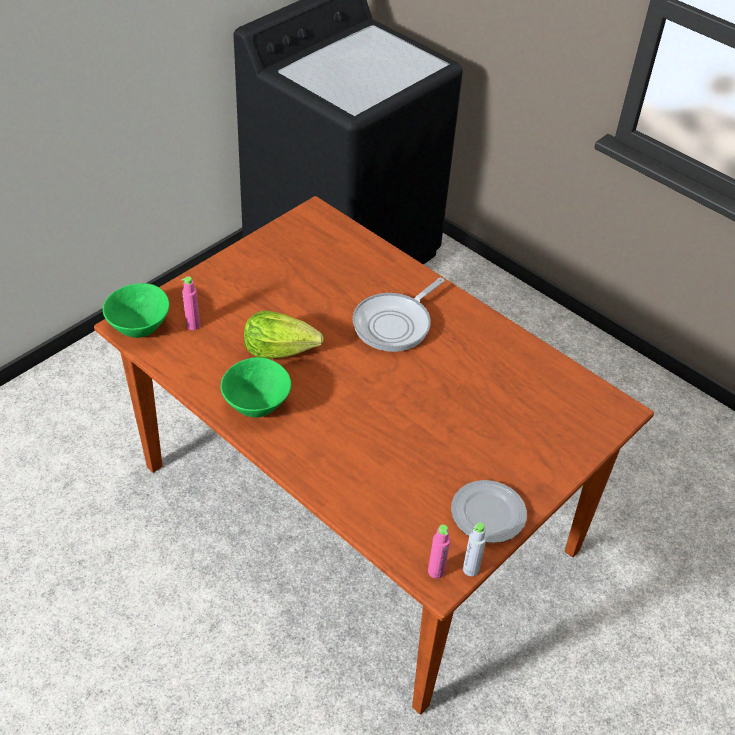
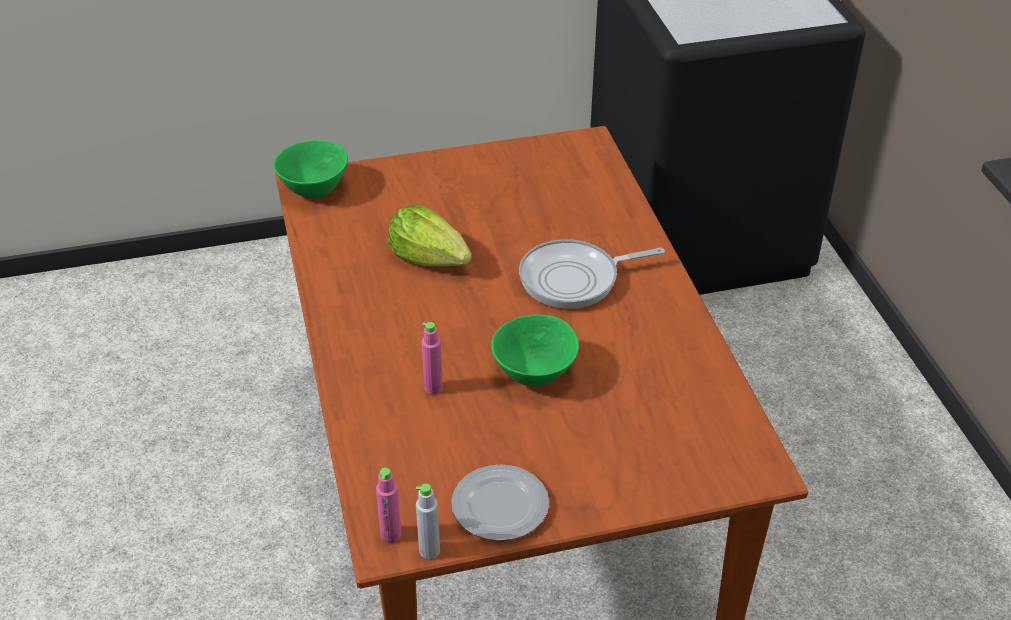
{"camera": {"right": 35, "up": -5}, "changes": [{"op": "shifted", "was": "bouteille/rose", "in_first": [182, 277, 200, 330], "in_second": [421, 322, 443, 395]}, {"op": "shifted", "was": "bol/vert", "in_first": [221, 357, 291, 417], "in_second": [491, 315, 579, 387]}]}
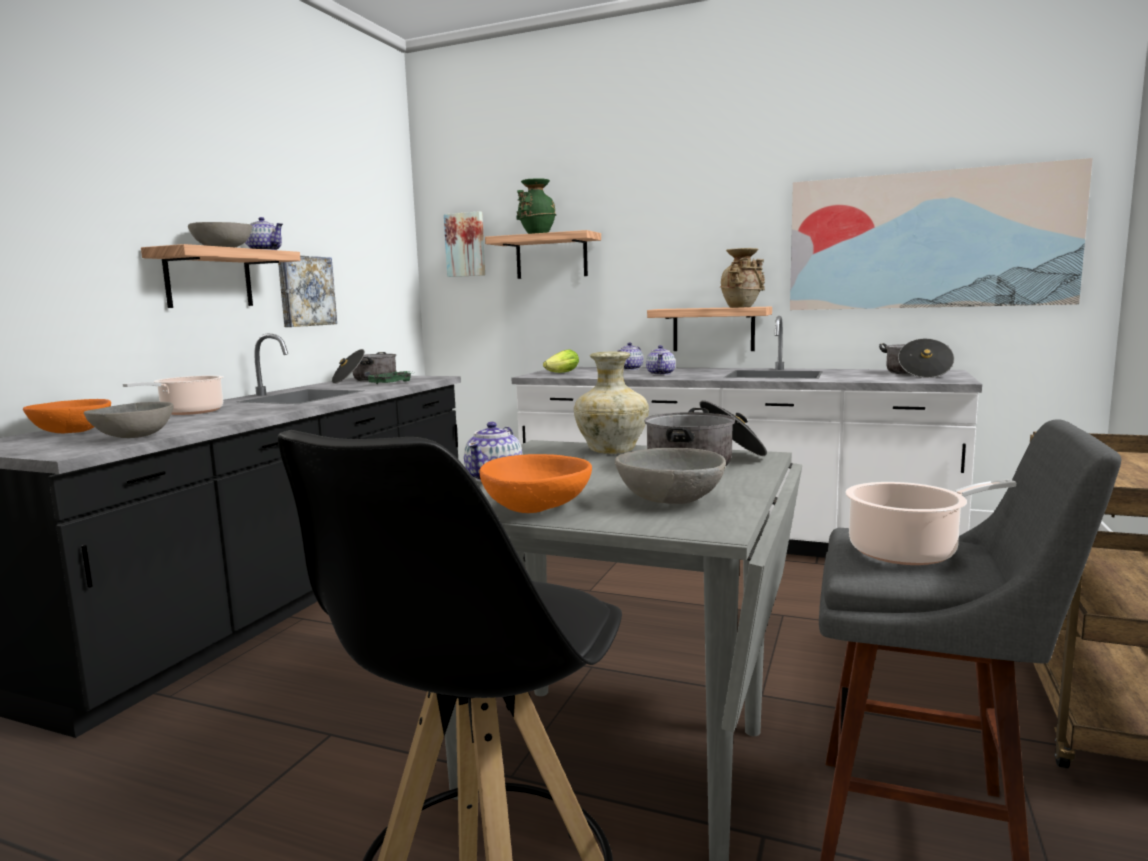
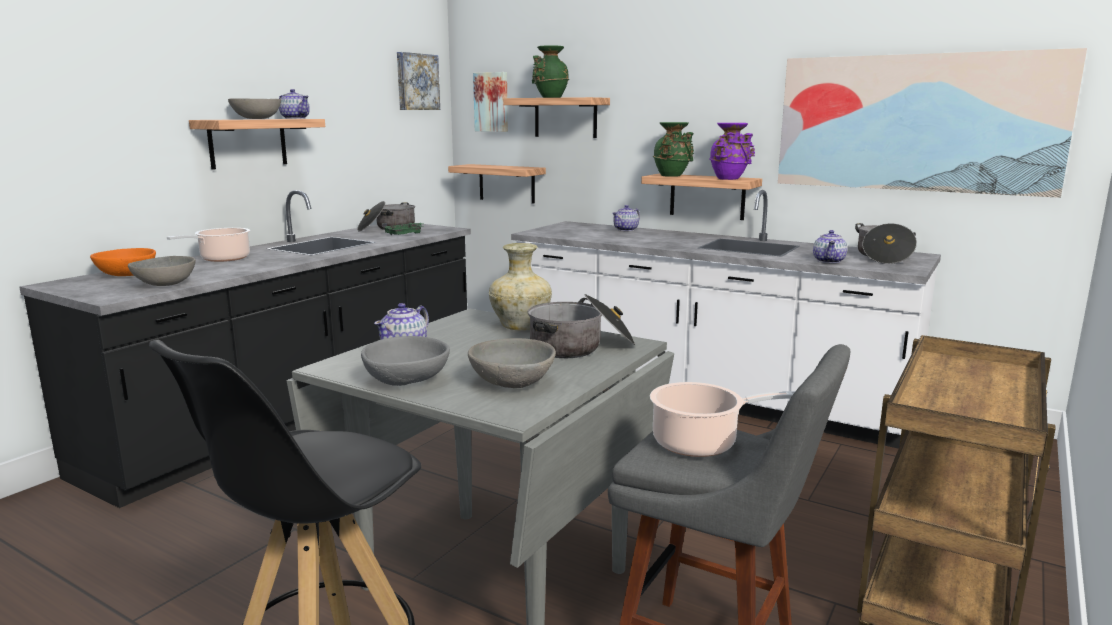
{"camera": {"right": 10, "up": 5}, "changes": [{"op": "repainted", "was": "bol/orange", "now": "bol/gris", "in_first": [480, 454, 592, 513], "in_second": [361, 336, 450, 386]}, {"op": "shifted", "was": "tableau", "in_first": [278, 256, 337, 327], "in_second": [397, 52, 440, 110]}, {"op": "new", "now": "étagère", "in_second": [448, 164, 546, 204]}, {"op": "new", "now": "vase/vert", "in_second": [653, 122, 694, 177]}, {"op": "repainted", "was": "vase/beige", "now": "vase/violet", "in_first": [720, 248, 765, 308], "in_second": [709, 123, 755, 180]}, {"op": "shifted", "was": "théière", "in_first": [646, 345, 676, 375], "in_second": [813, 230, 847, 263]}, {"op": "gone", "was": "laitue", "in_first": [543, 350, 579, 373]}]}
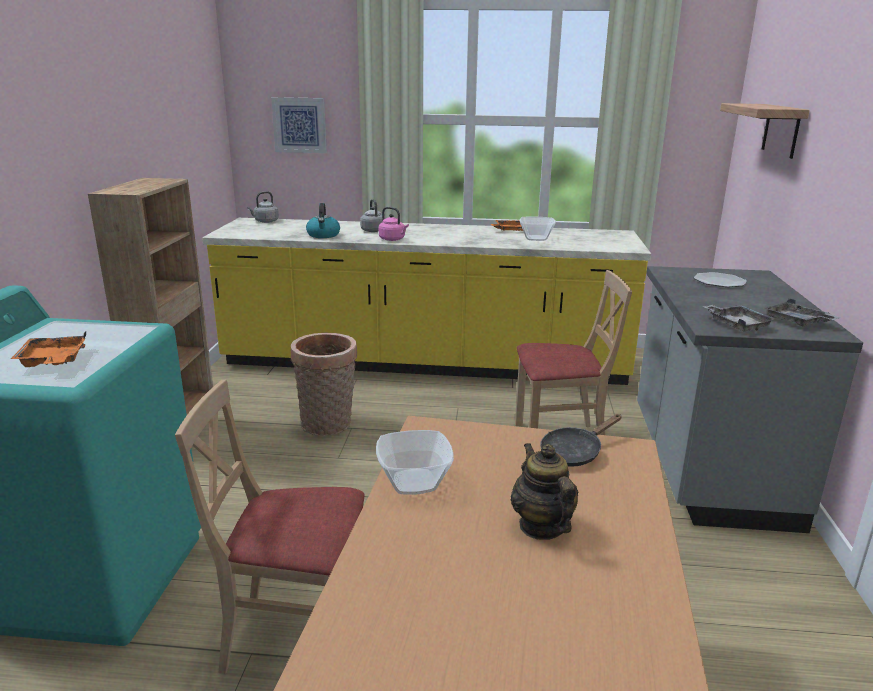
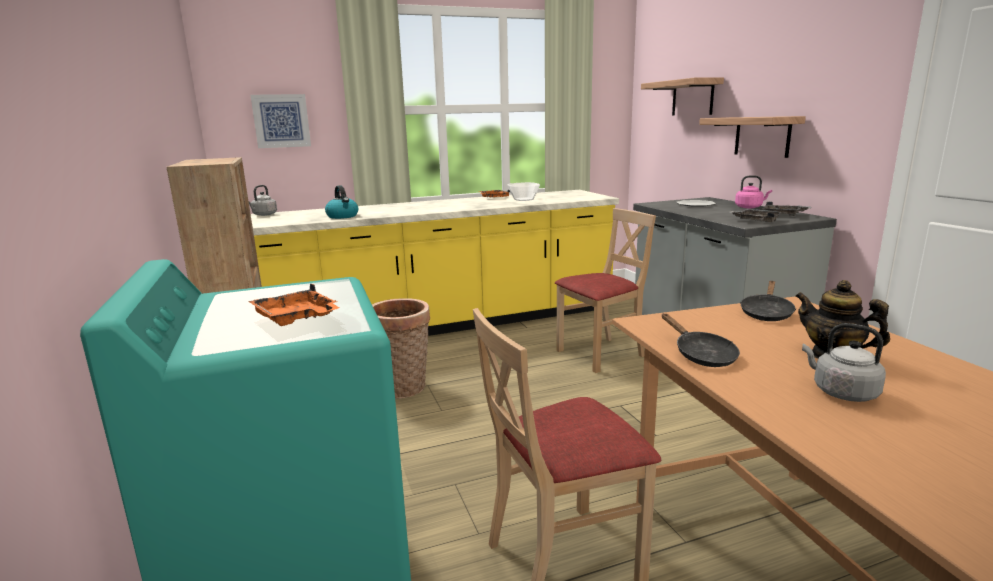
{"camera": {"right": -25, "up": -5}, "changes": [{"op": "swapped", "was": "bol", "now": "poêle/noir", "in_first": [376, 430, 454, 495], "in_second": [662, 314, 740, 367]}, {"op": "new", "now": "étagère", "in_second": [699, 116, 806, 158]}, {"op": "shifted", "was": "bouilloire/rose", "in_first": [379, 207, 409, 241], "in_second": [735, 175, 772, 208]}, {"op": "shifted", "was": "bouilloire/gris", "in_first": [360, 199, 383, 232], "in_second": [802, 323, 886, 402]}]}
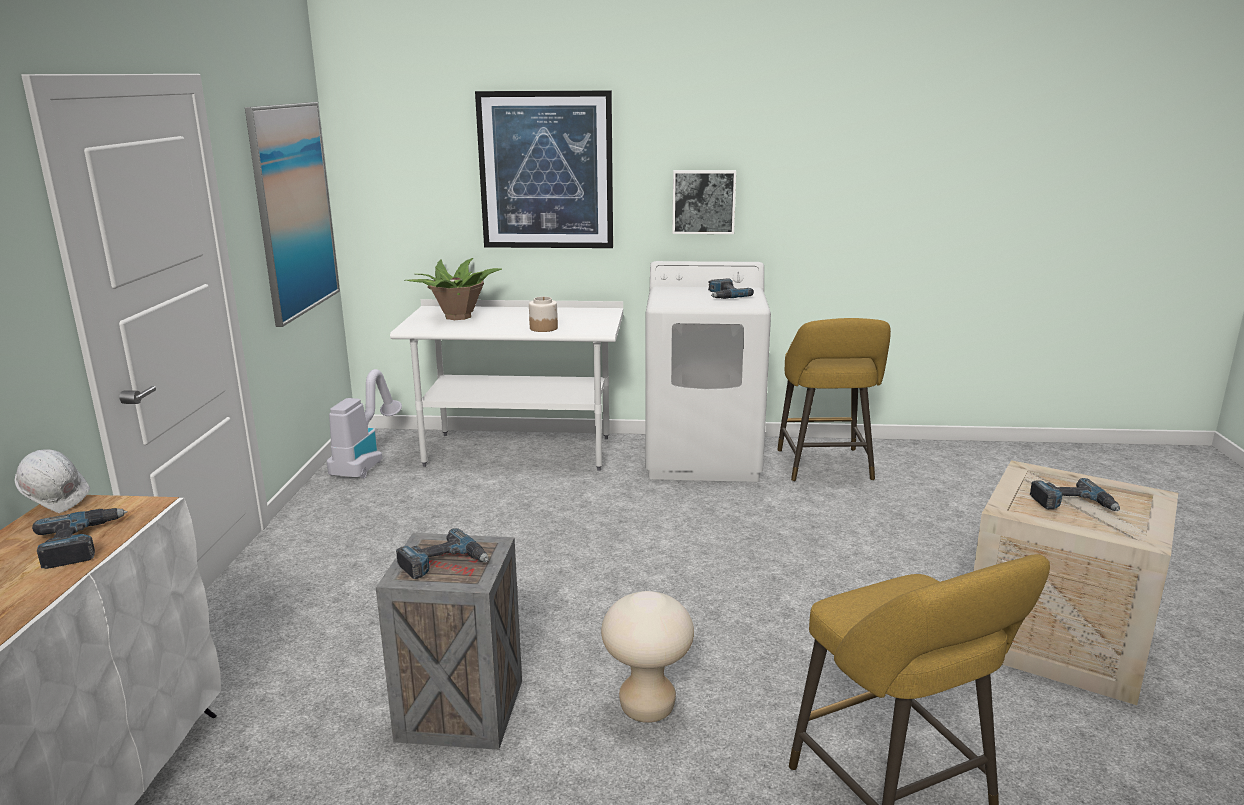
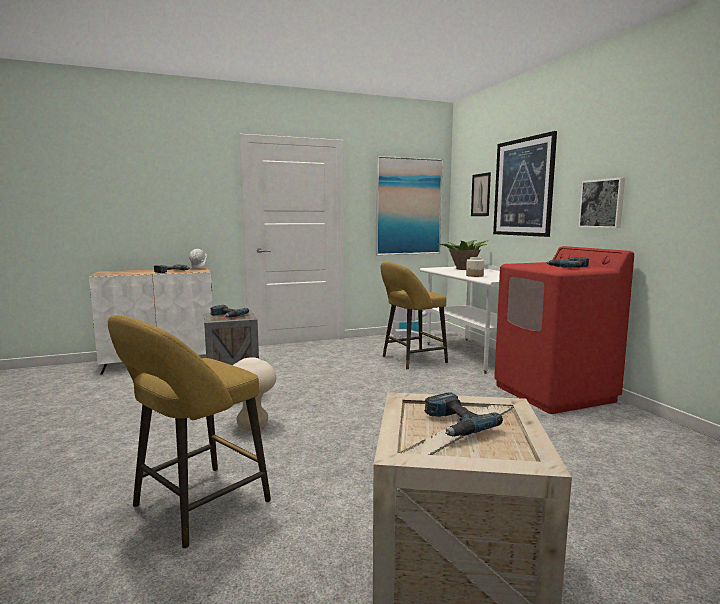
{"camera": {"right": 65, "up": -10}, "changes": [{"op": "shifted", "was": "tabouret/jaune", "in_first": [777, 318, 891, 482], "in_second": [380, 262, 448, 370]}, {"op": "new", "now": "tableau", "in_second": [471, 172, 491, 216]}, {"op": "repainted", "was": "lave-linge/blanc", "now": "lave-linge/rouge", "in_first": [645, 261, 771, 482], "in_second": [494, 246, 634, 414]}]}
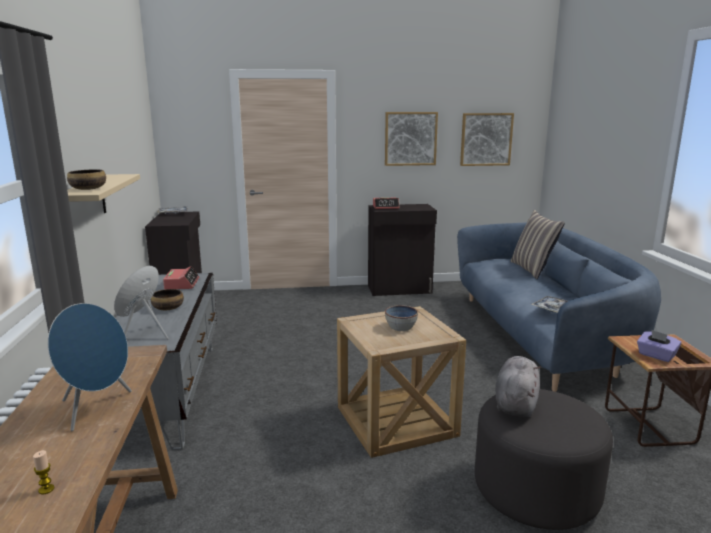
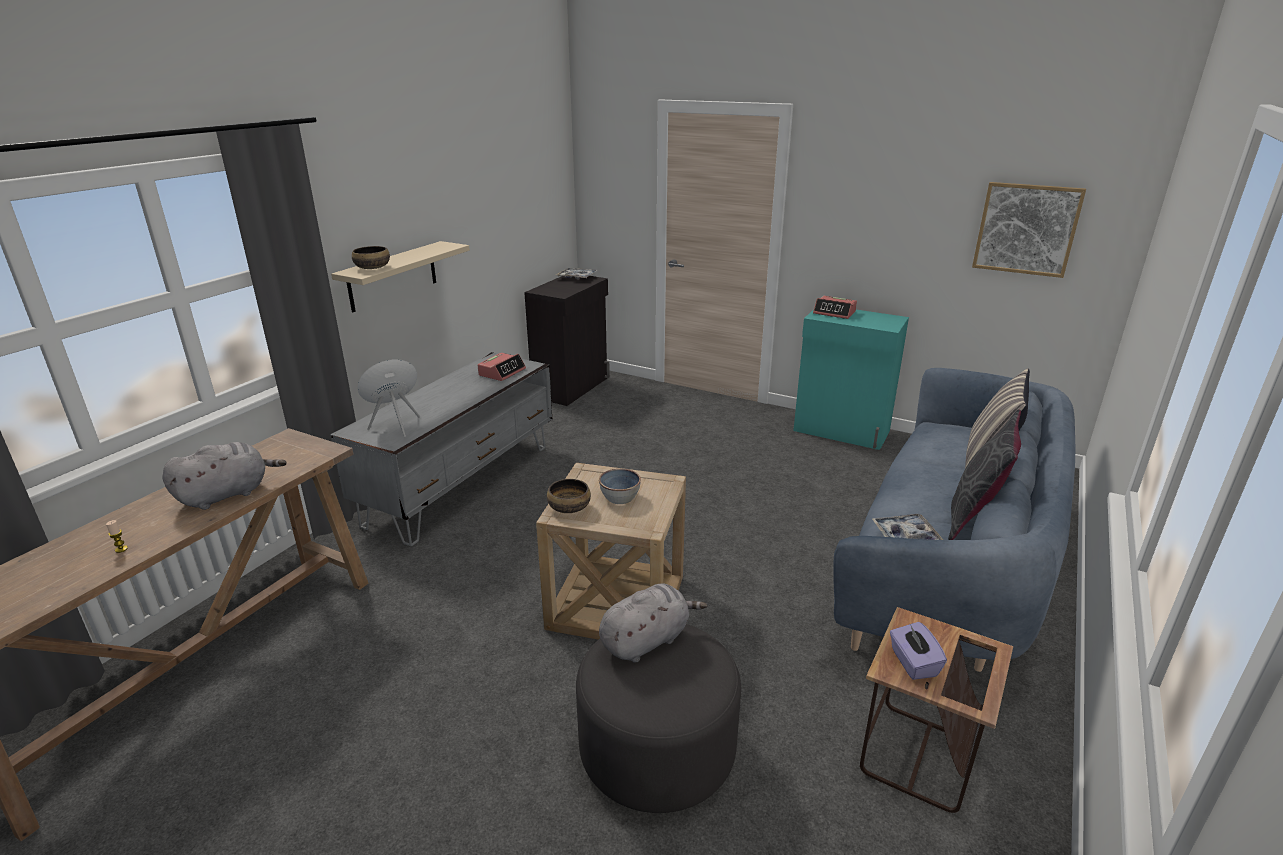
{"camera": {"right": 35, "up": 10}, "changes": [{"op": "swapped", "was": "enceinte/bleu", "now": "peluche/gris", "in_first": [48, 303, 132, 431], "in_second": [162, 442, 287, 510]}, {"op": "shifted", "was": "bol", "in_first": [151, 289, 184, 310], "in_second": [547, 479, 591, 513]}, {"op": "repainted", "was": "meuble de rangement/noir", "now": "meuble de rangement/turquoise", "in_first": [368, 204, 437, 296], "in_second": [793, 309, 909, 450]}, {"op": "new", "now": "coussin/gris", "in_second": [948, 409, 1021, 540]}, {"op": "gone", "was": "tableau", "in_first": [385, 112, 438, 166]}]}
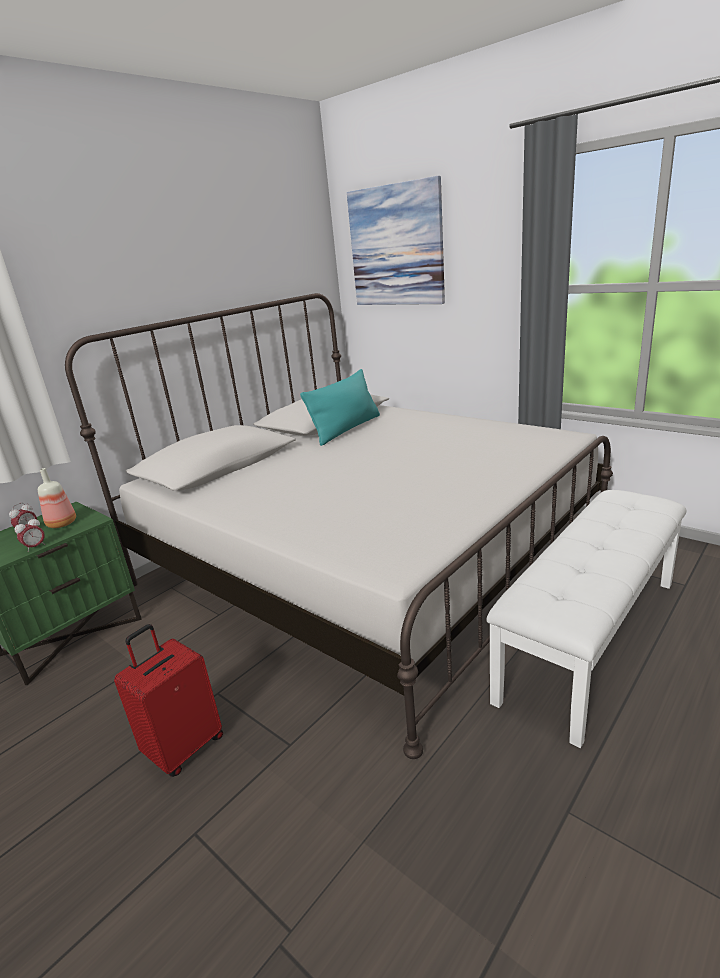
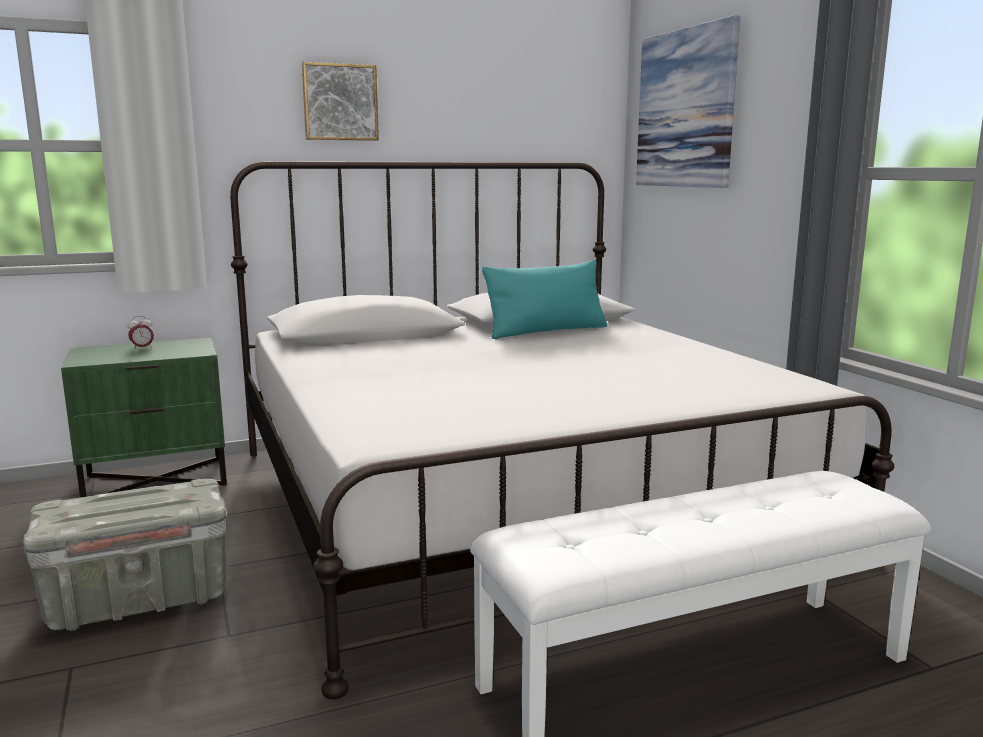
{"camera": {"right": 25, "up": -10}, "changes": [{"op": "swapped", "was": "valise/rouge", "now": "boîte de rangement/gris", "in_first": [114, 624, 223, 777], "in_second": [23, 479, 228, 631]}, {"op": "new", "now": "tableau", "in_second": [302, 62, 379, 141]}, {"op": "gone", "was": "réveil", "in_first": [14, 517, 45, 552]}, {"op": "gone", "was": "bouteille", "in_first": [38, 468, 76, 528]}]}
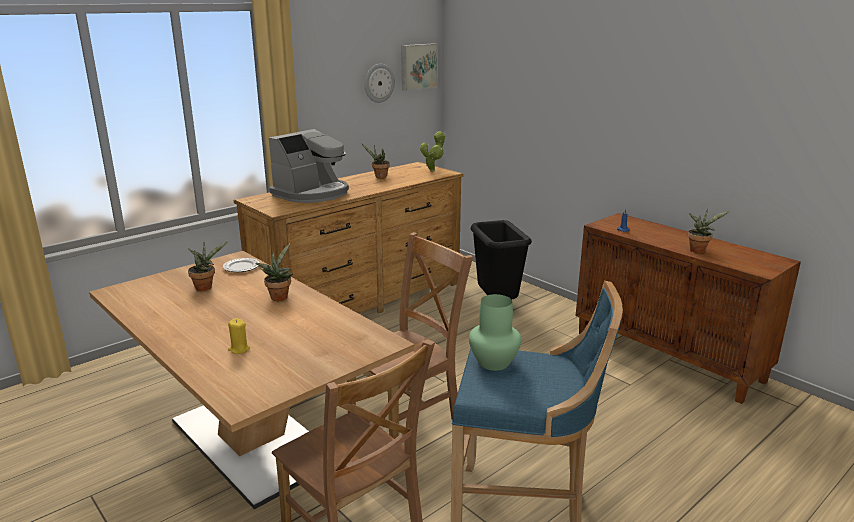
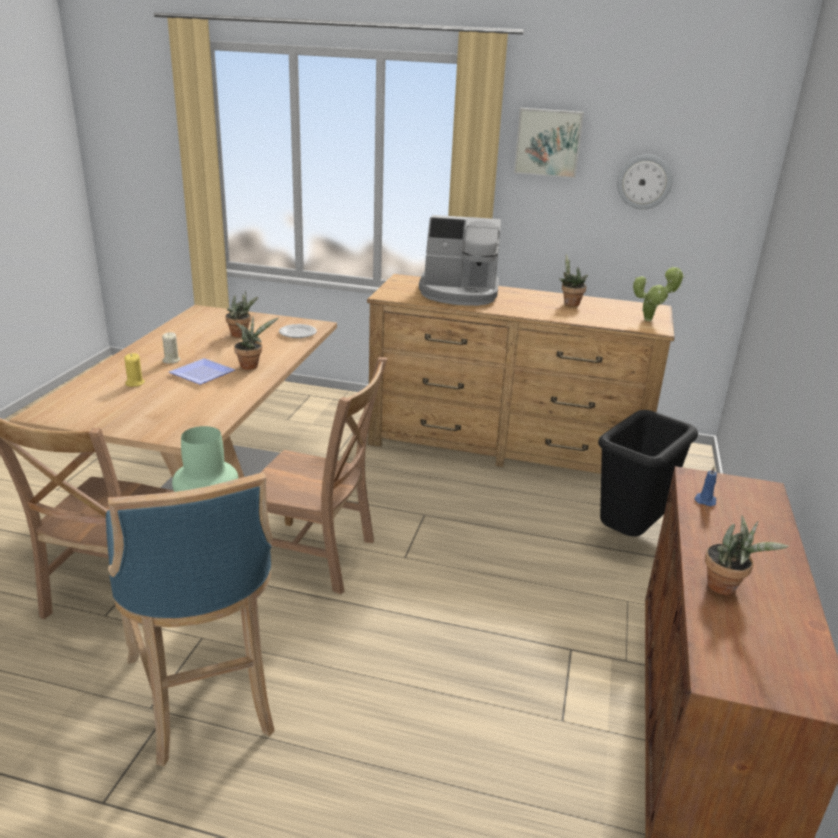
{"camera": {"right": 55, "up": 5}, "changes": [{"op": "new", "now": "bougie/beige", "in_second": [162, 332, 180, 364]}, {"op": "new", "now": "assiette", "in_second": [169, 358, 235, 385]}, {"op": "shifted", "was": "tableau", "in_first": [401, 43, 438, 91], "in_second": [514, 108, 584, 178]}]}
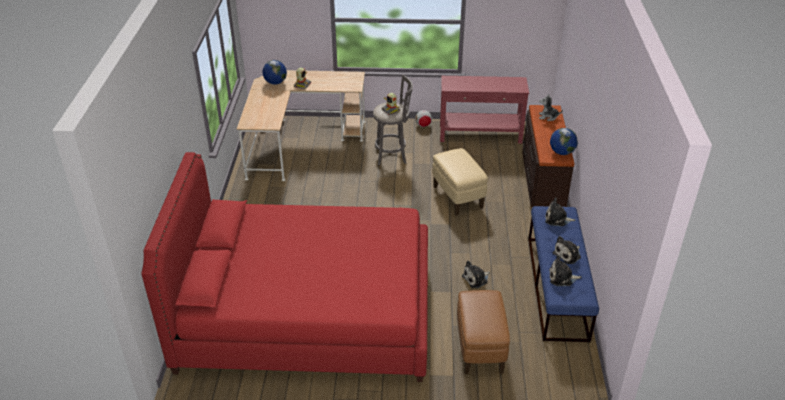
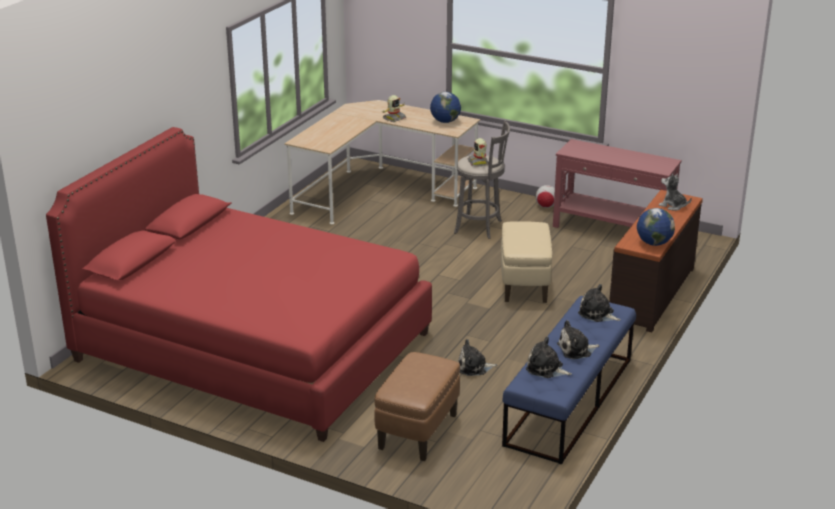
{"camera": {"right": 25, "up": -10}, "changes": [{"op": "shifted", "was": "globe", "in_first": [262, 60, 287, 85], "in_second": [430, 92, 461, 123]}]}
